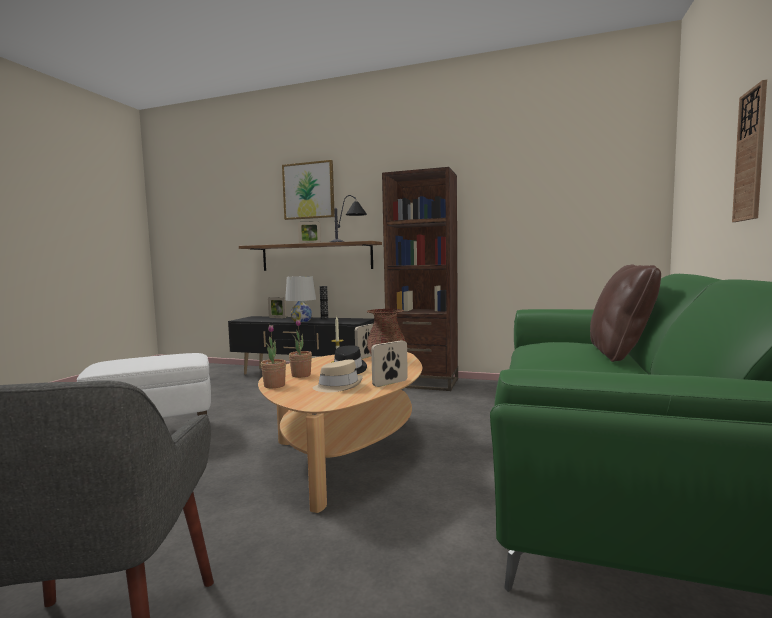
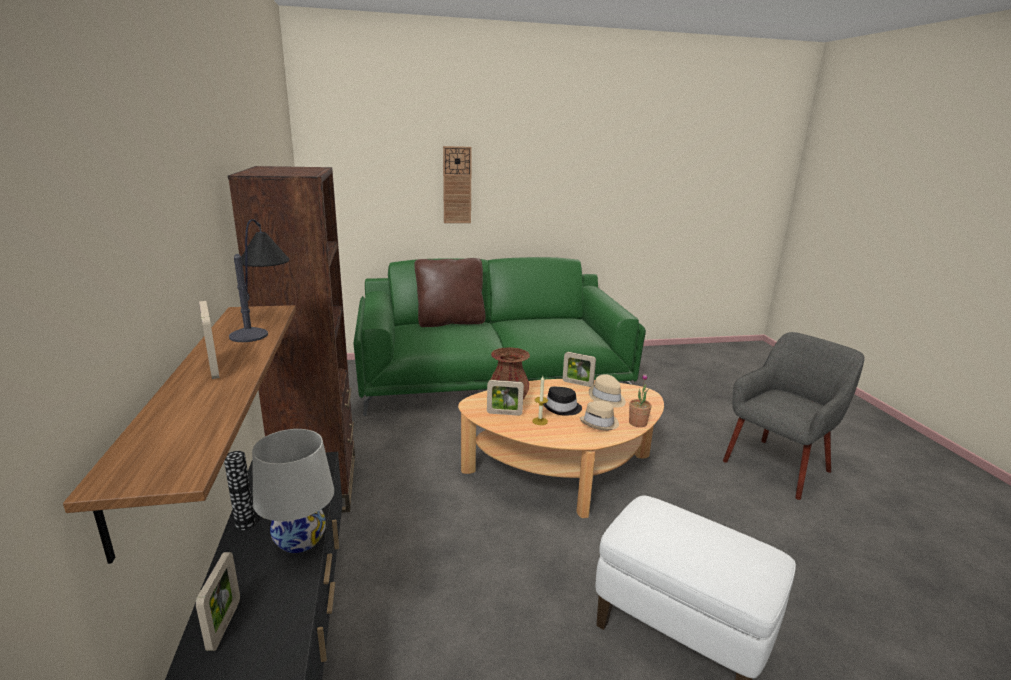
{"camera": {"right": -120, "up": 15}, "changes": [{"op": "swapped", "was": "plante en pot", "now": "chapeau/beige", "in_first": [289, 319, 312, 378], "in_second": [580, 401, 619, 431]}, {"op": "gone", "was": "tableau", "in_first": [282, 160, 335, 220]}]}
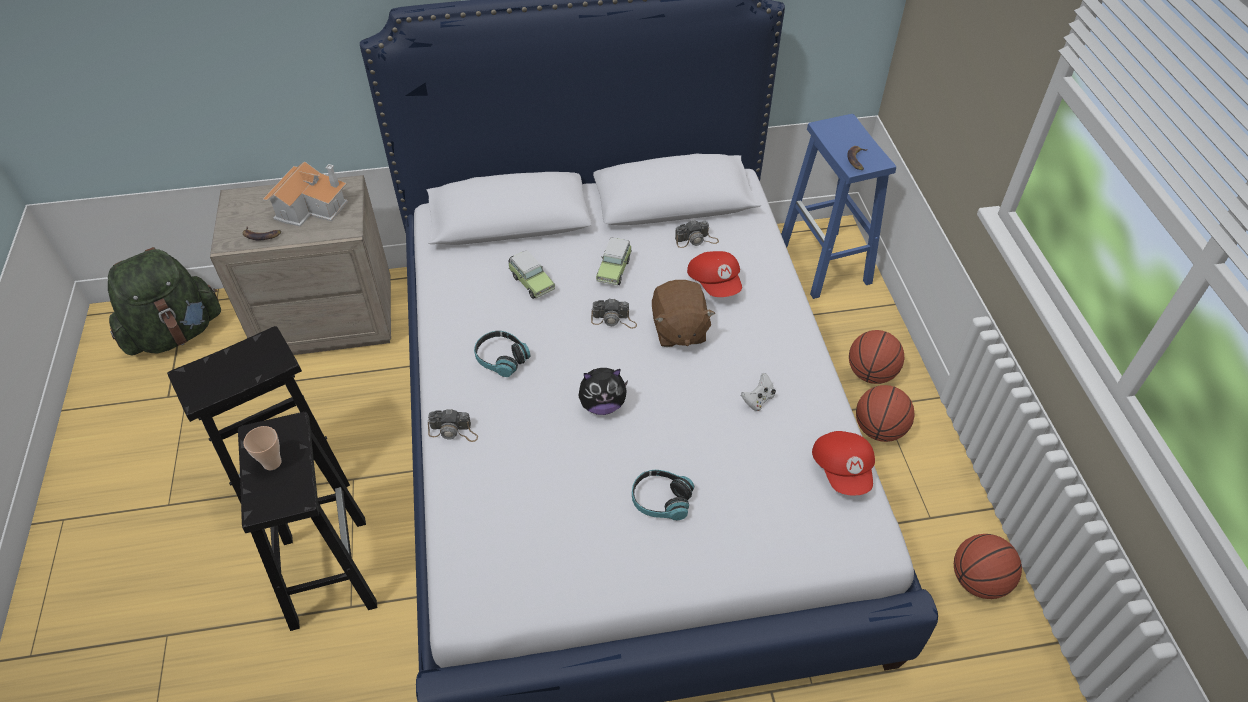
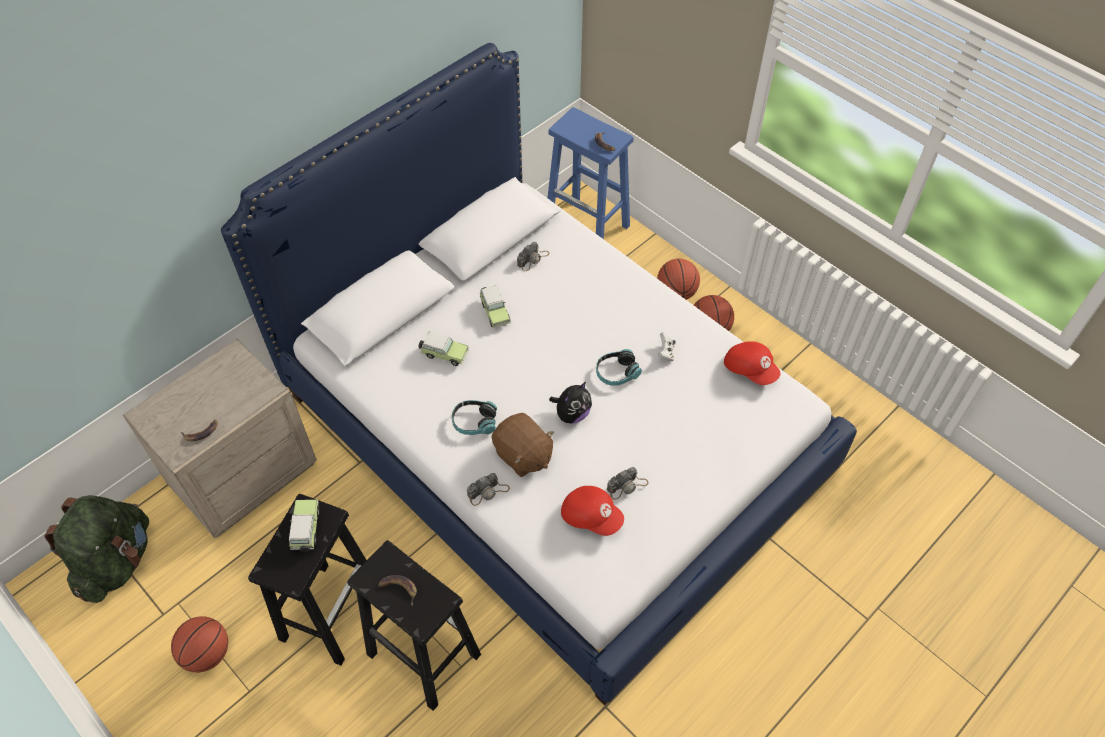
{"camera": {"right": -35, "up": 5}, "changes": [{"op": "shifted", "was": "ballon de basket", "in_first": [954, 534, 1022, 599], "in_second": [171, 616, 228, 673]}, {"op": "new", "now": "petite voiture", "in_second": [289, 500, 319, 552]}, {"op": "swapped", "was": "tasse", "now": "banane", "in_first": [243, 426, 282, 470], "in_second": [378, 575, 417, 605]}, {"op": "shifted", "was": "peluche/marron", "in_first": [652, 280, 715, 347], "in_second": [491, 413, 554, 477]}, {"op": "shifted", "was": "casquette/rouge", "in_first": [687, 251, 742, 297], "in_second": [561, 486, 624, 536]}, {"op": "shifted", "was": "casque audio", "in_first": [632, 470, 694, 521], "in_second": [596, 349, 642, 386]}, {"op": "shifted", "was": "appareil photo", "in_first": [591, 299, 637, 329], "in_second": [607, 467, 649, 500]}, {"op": "gone", "was": "maison miniature", "in_first": [263, 161, 348, 227]}]}
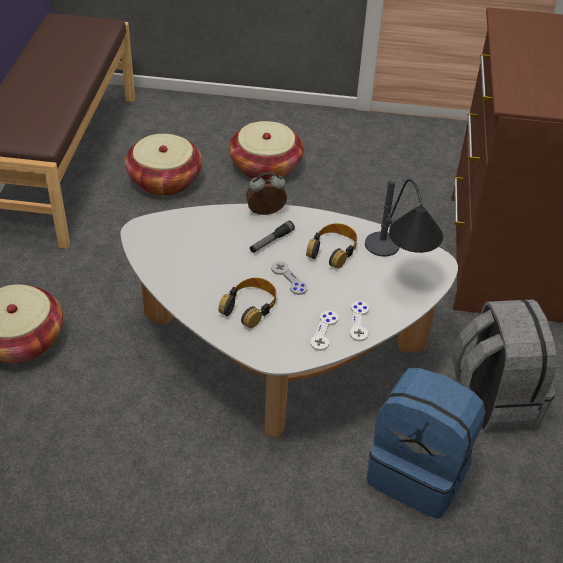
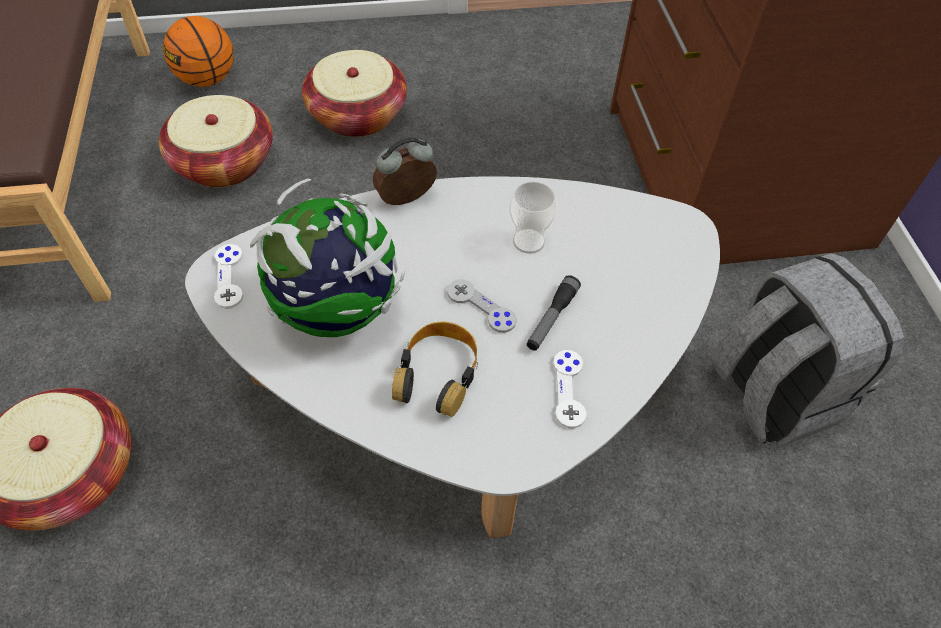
{"camera": {"right": -15, "up": 10}, "changes": [{"op": "new", "now": "ballon de basket", "in_second": [163, 16, 234, 87]}, {"op": "shifted", "was": "manette/blanc", "in_first": [350, 301, 369, 341], "in_second": [214, 244, 243, 309]}, {"op": "new", "now": "globe", "in_second": [250, 179, 406, 337]}, {"op": "swapped", "was": "casque audio", "now": "tasse", "in_first": [306, 223, 357, 269], "in_second": [509, 181, 557, 254]}, {"op": "shifted", "was": "lampe de poche", "in_first": [250, 221, 295, 253], "in_second": [527, 275, 581, 351]}, {"op": "gone", "was": "lampe de table", "in_first": [365, 179, 443, 256]}, {"op": "gone", "was": "sac à dos/bleu", "in_first": [367, 368, 485, 519]}]}
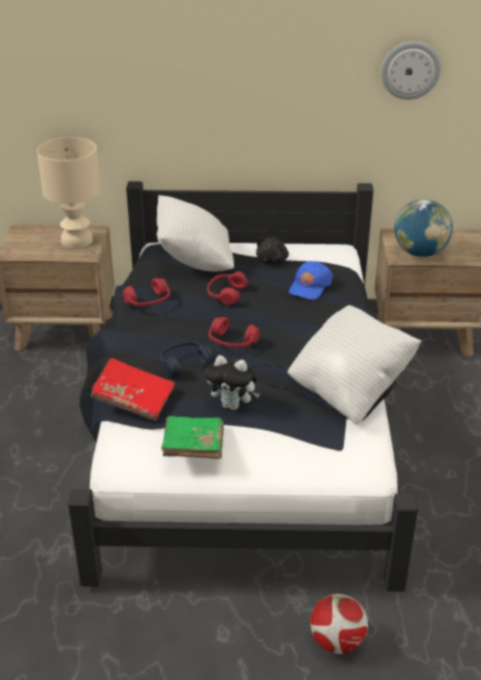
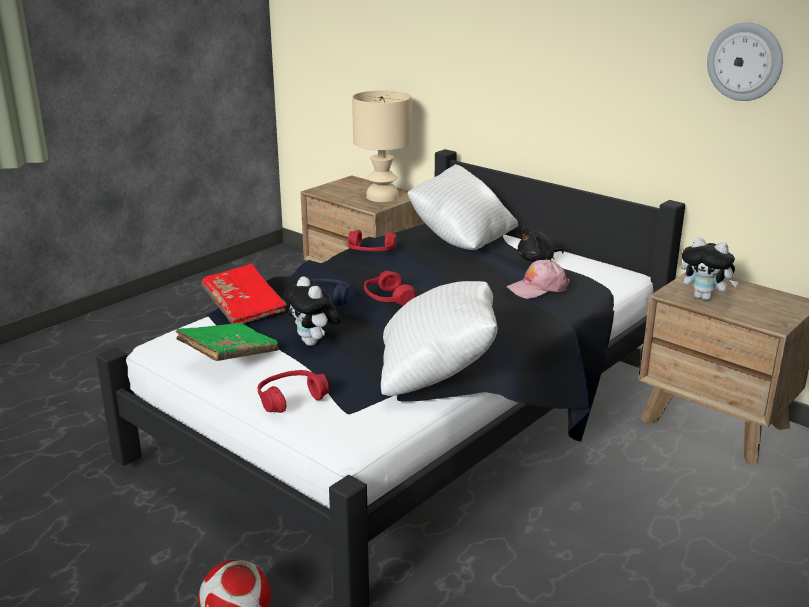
{"camera": {"right": 40, "up": -10}, "changes": [{"op": "shifted", "was": "casque audio/rouge", "in_first": [207, 272, 247, 305], "in_second": [258, 370, 329, 413]}, {"op": "repainted", "was": "casquette/bleu", "now": "casquette/rose", "in_first": [289, 261, 333, 300], "in_second": [507, 260, 570, 299]}, {"op": "swapped", "was": "globe", "now": "peluche", "in_first": [395, 199, 453, 257], "in_second": [681, 237, 739, 301]}]}
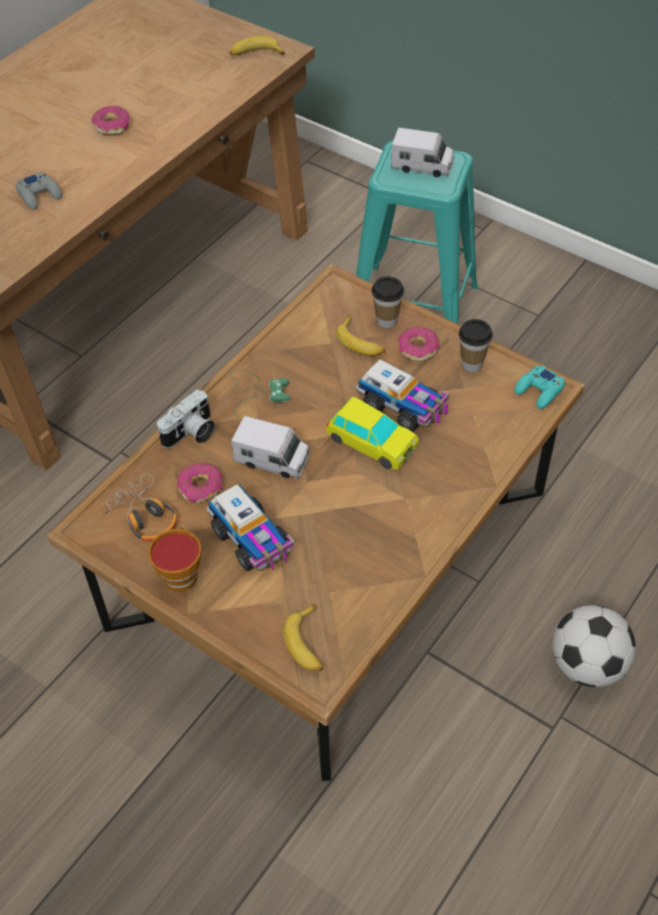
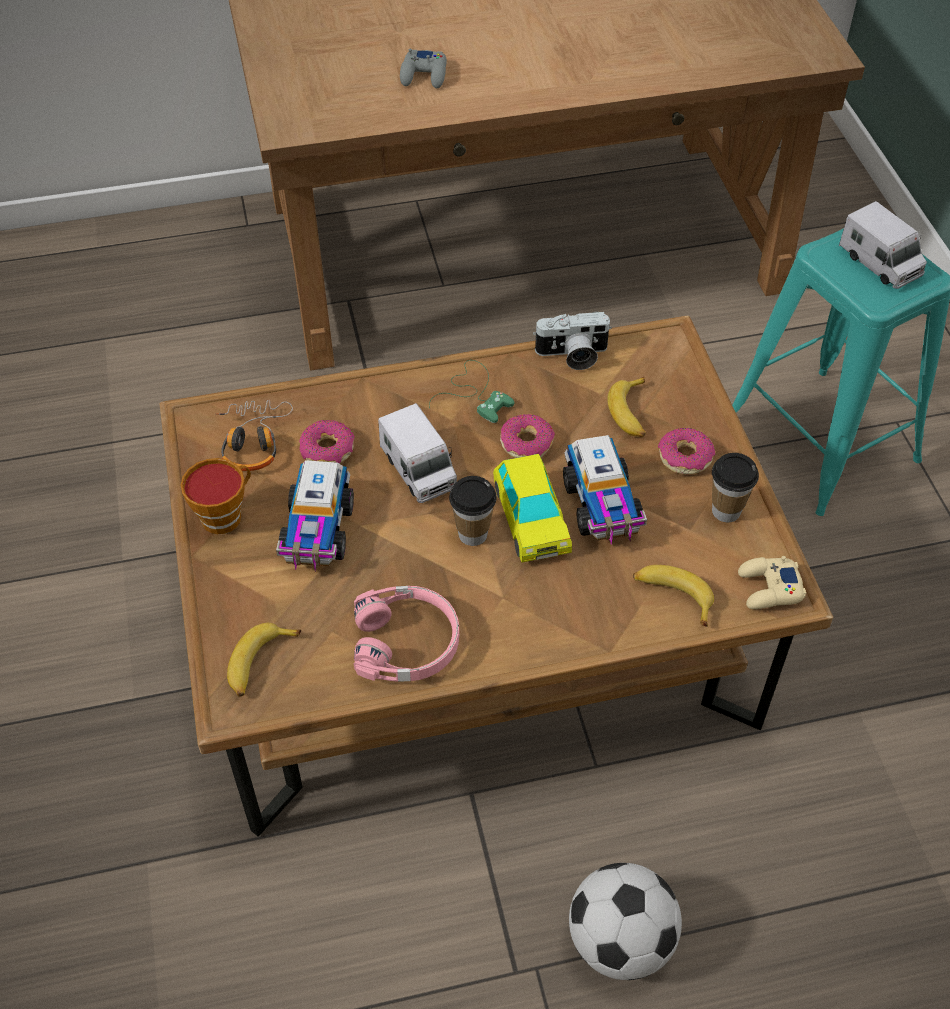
{"camera": {"right": 40, "up": 0}, "changes": [{"op": "new", "now": "casque audio/rose", "in_second": [354, 586, 459, 682]}, {"op": "shifted", "was": "tasse", "in_first": [371, 276, 404, 328], "in_second": [449, 476, 497, 546]}, {"op": "shifted", "was": "beignet", "in_first": [92, 106, 130, 135], "in_second": [500, 414, 555, 458]}, {"op": "shifted", "was": "appareil photo", "in_first": [157, 390, 215, 448], "in_second": [533, 311, 612, 370]}, {"op": "shifted", "was": "banane", "in_first": [230, 36, 285, 55], "in_second": [633, 565, 714, 627]}, {"op": "repainted", "was": "manette/turquoise", "now": "manette/beige", "in_first": [514, 365, 565, 409], "in_second": [738, 556, 806, 609]}]}
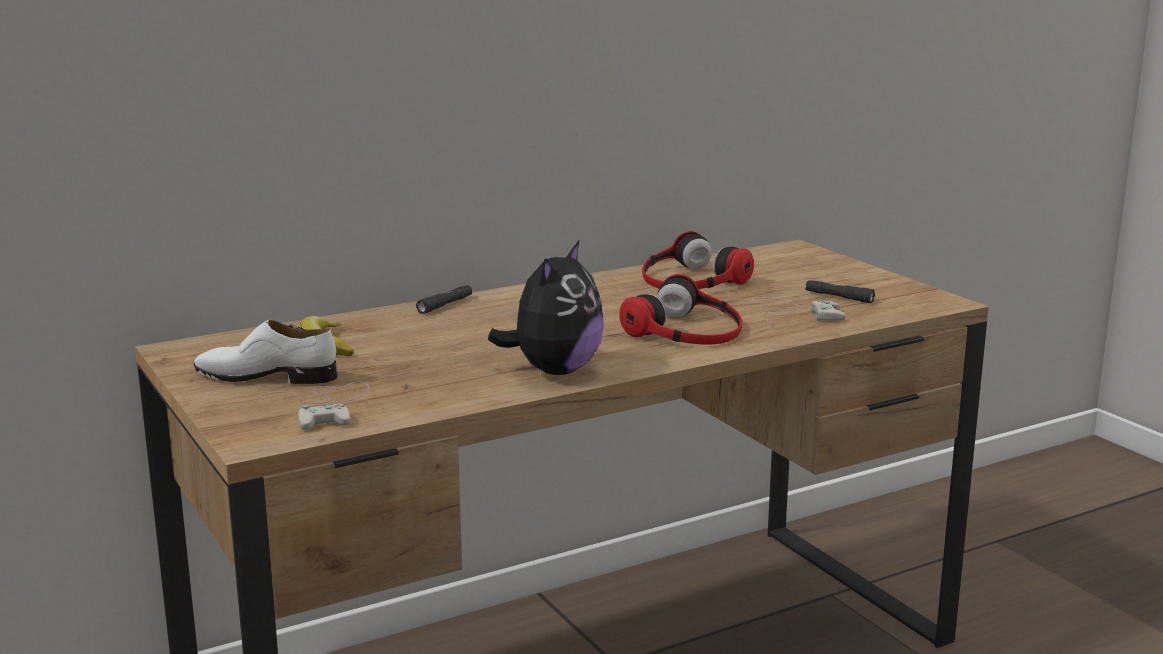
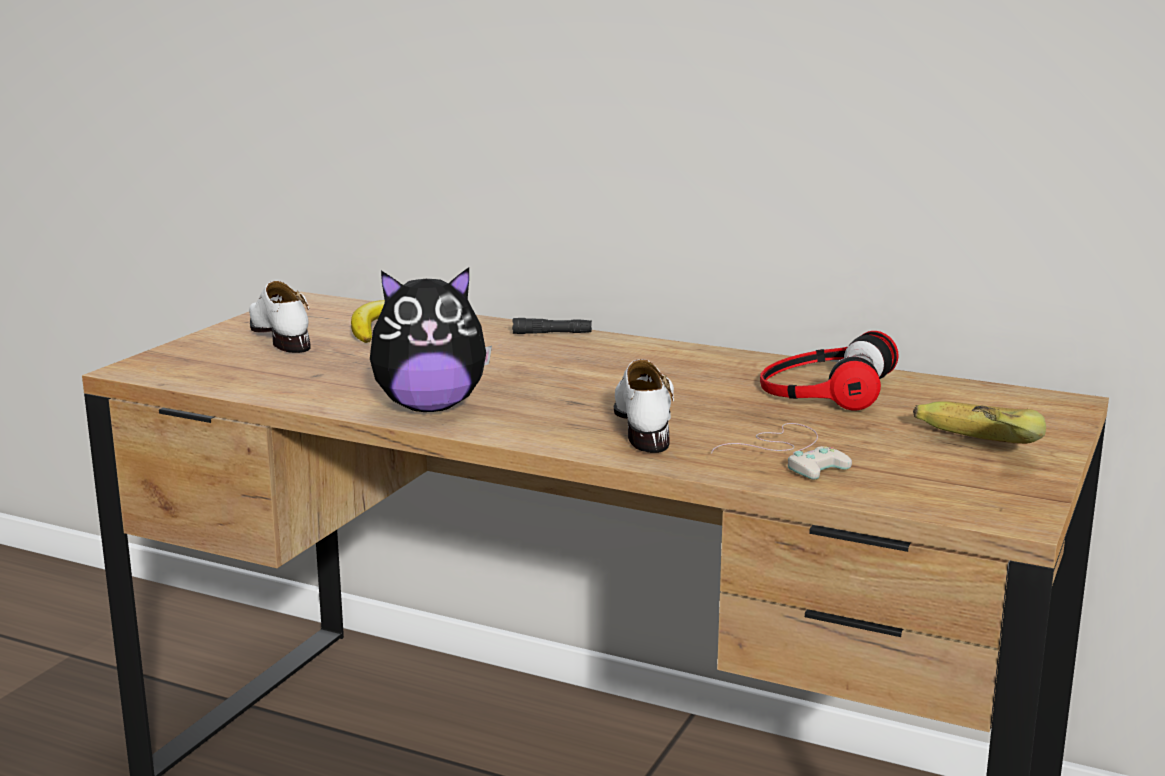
{"camera": {"right": 55, "up": 0}, "changes": [{"op": "swapped", "was": "casque audio", "now": "chaussure/blanc", "in_first": [619, 274, 742, 345], "in_second": [614, 359, 674, 453]}, {"op": "new", "now": "banane", "in_second": [913, 401, 1046, 444]}, {"op": "gone", "was": "manette/blanc", "in_first": [257, 382, 369, 430]}, {"op": "gone", "was": "lampe de poche/noir", "in_first": [806, 280, 875, 303]}]}
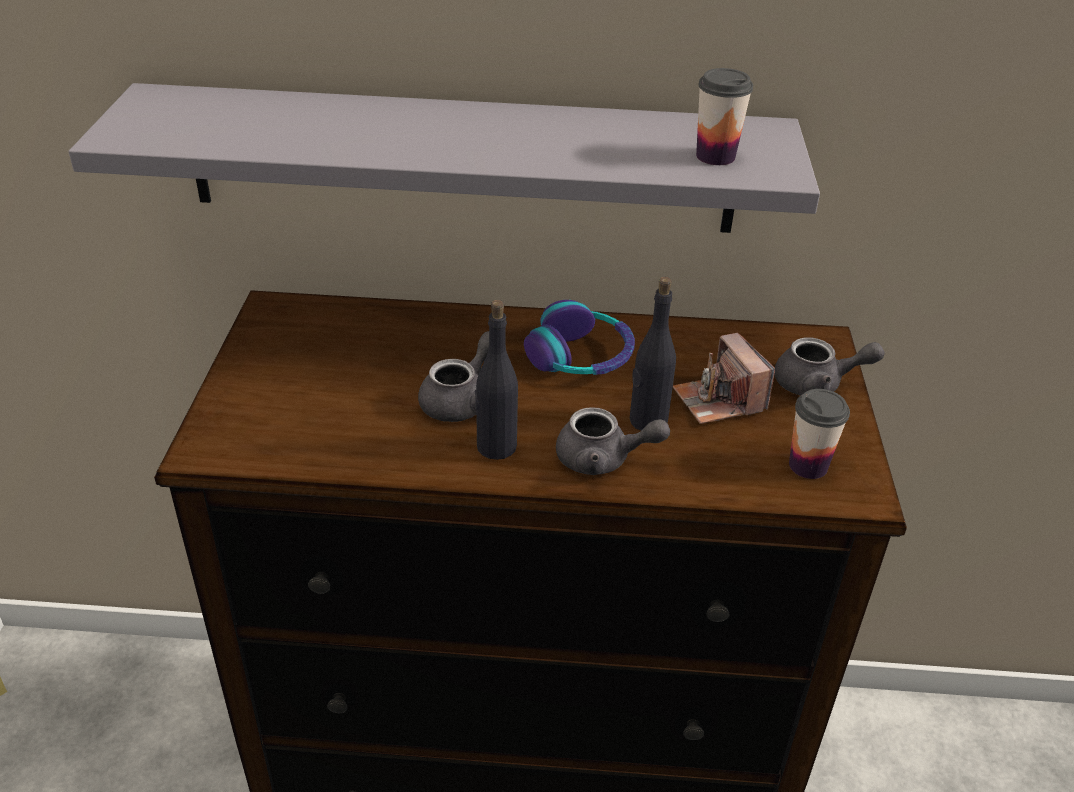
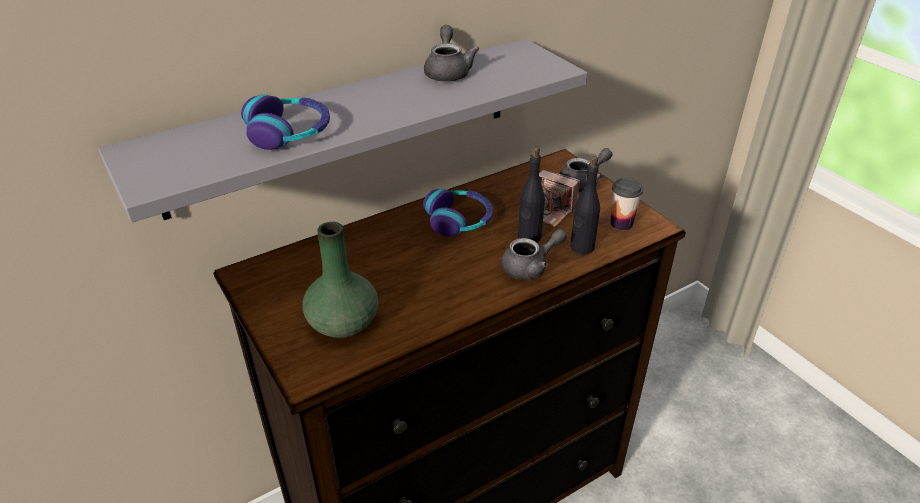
{"camera": {"right": -35, "up": 0}, "changes": [{"op": "new", "now": "casque audio", "in_second": [241, 95, 330, 150]}, {"op": "new", "now": "vase/vert", "in_second": [303, 222, 378, 338]}, {"op": "shifted", "was": "théière/gris", "in_first": [418, 331, 489, 422], "in_second": [424, 25, 480, 82]}, {"op": "shifted", "was": "bouteille/noir", "in_first": [475, 300, 518, 460], "in_second": [570, 156, 600, 254]}, {"op": "gone", "was": "tasse", "in_first": [696, 68, 753, 165]}]}
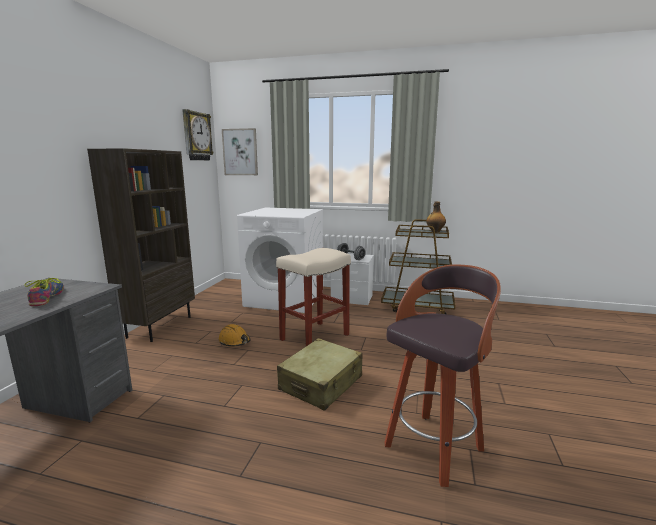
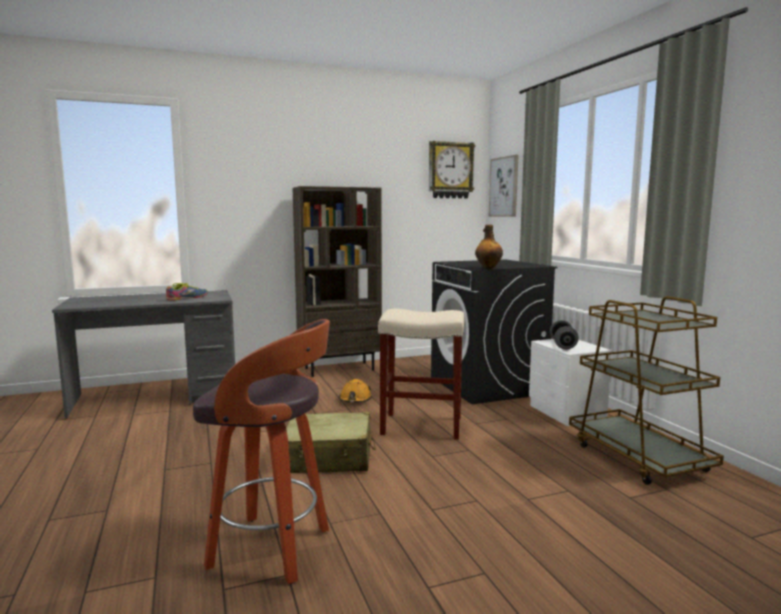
{"camera": {"right": 55, "up": -5}, "changes": [{"op": "repainted", "was": "lave-linge/blanc", "now": "lave-linge/noir", "in_first": [237, 208, 323, 313], "in_second": [431, 260, 558, 404]}, {"op": "shifted", "was": "bouteille", "in_first": [426, 201, 446, 232], "in_second": [475, 225, 503, 269]}]}
